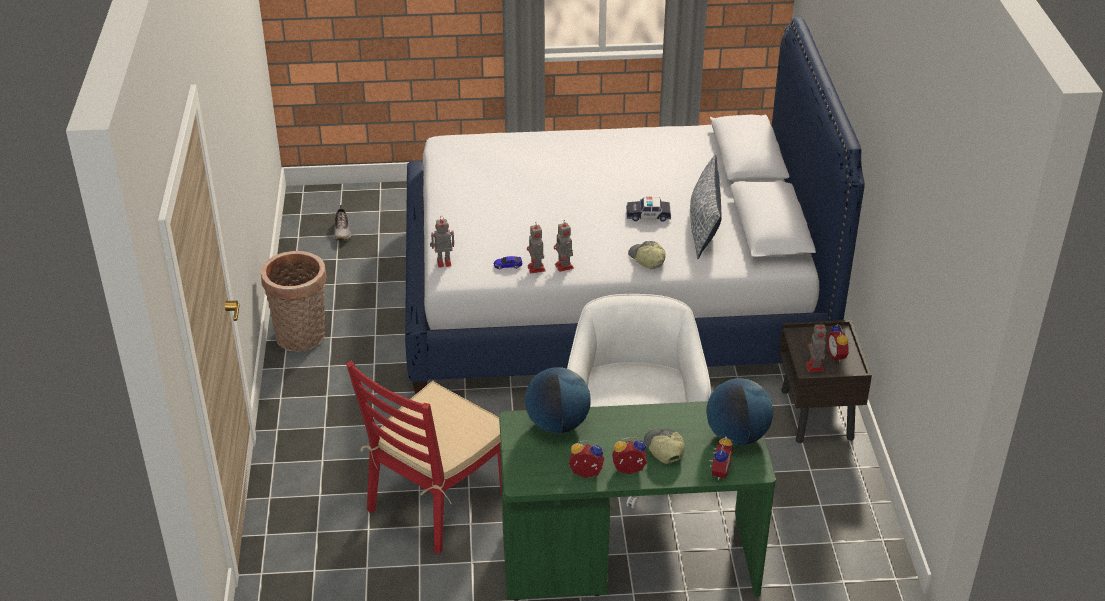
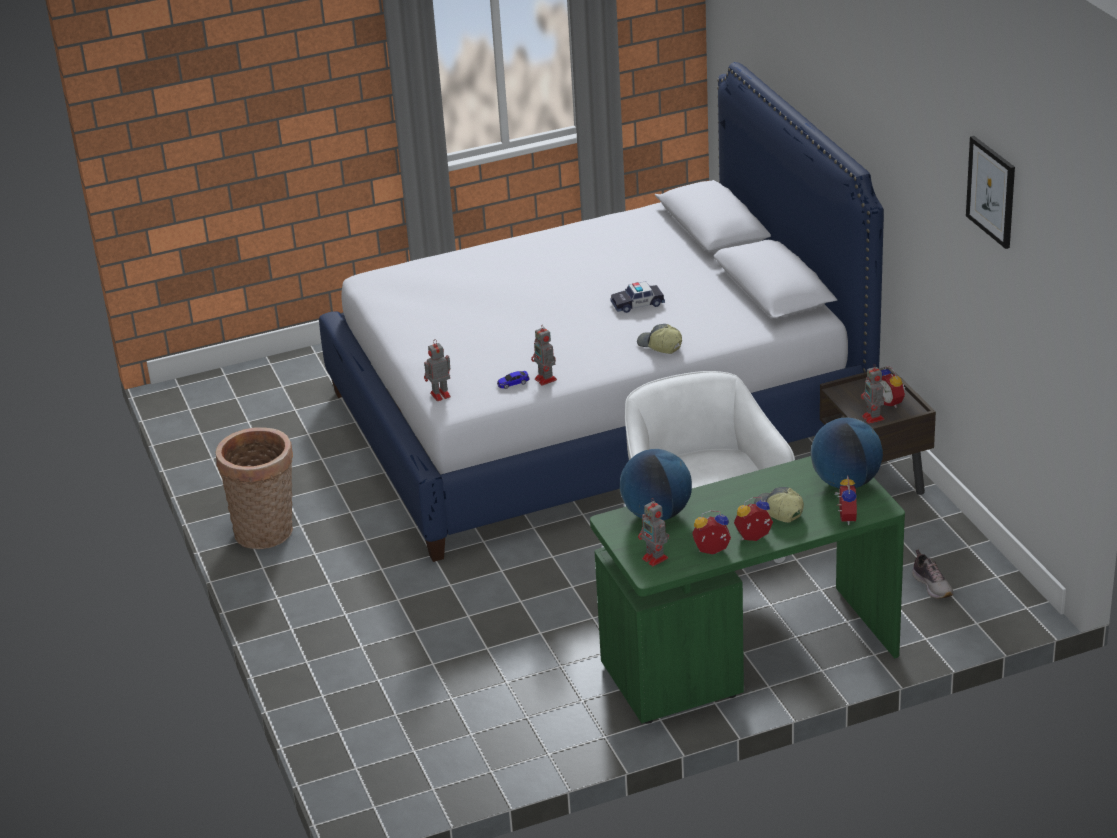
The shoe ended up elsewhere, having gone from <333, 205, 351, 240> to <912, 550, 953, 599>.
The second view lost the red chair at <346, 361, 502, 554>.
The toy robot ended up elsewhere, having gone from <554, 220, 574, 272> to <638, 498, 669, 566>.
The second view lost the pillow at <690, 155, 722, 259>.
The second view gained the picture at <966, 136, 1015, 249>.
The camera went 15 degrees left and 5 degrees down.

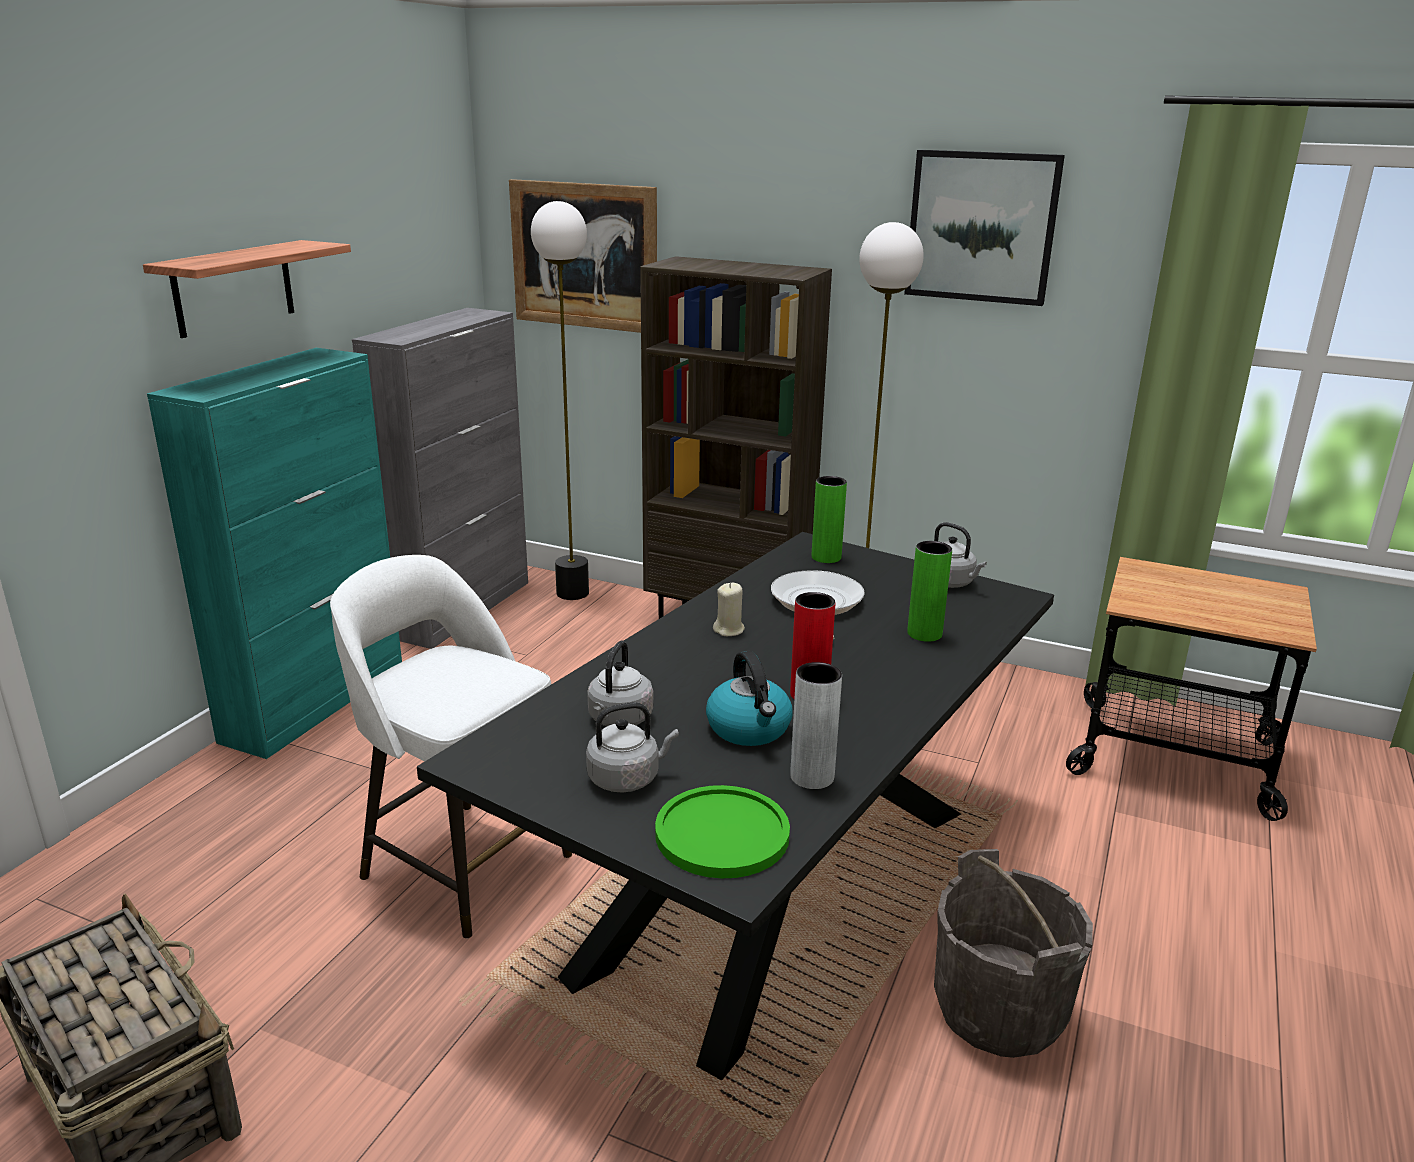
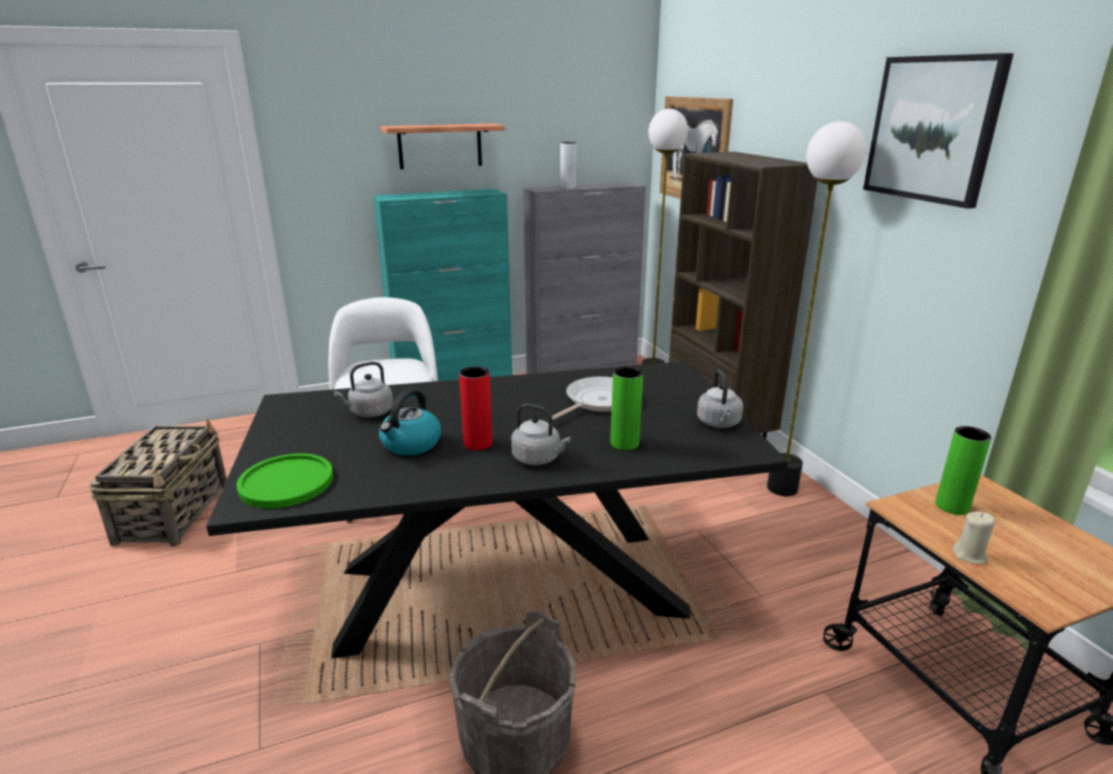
The grey kettle ended up elsewhere, having gone from <586, 702, 679, 792> to <511, 404, 570, 465>.
The beige candle ended up elsewhere, having gone from <713, 583, 745, 636> to <952, 511, 995, 564>.
The grey vase ended up elsewhere, having gone from <790, 662, 842, 789> to <560, 142, 577, 189>.
The green vase ended up elsewhere, having gone from <812, 476, 847, 563> to <935, 426, 991, 515>.
The camera went 45 degrees right and 0 degrees up.

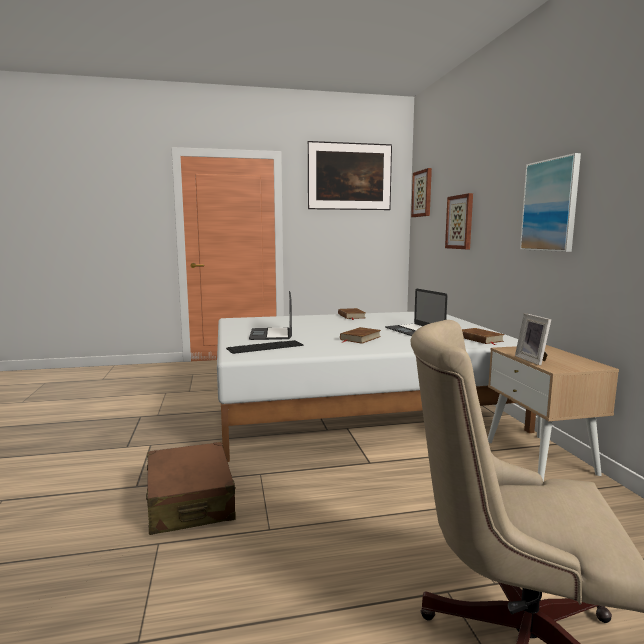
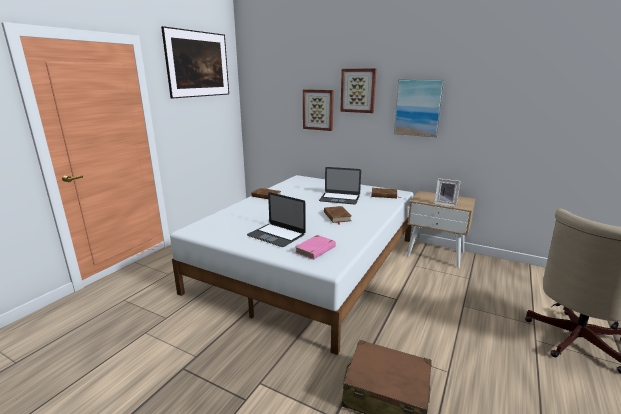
Where the keyboard stood at <226, 340, 304, 354>, the pink book came to stand at <295, 235, 336, 260>.
The picture ended up elsewhere, having gone from <411, 168, 432, 217> to <340, 69, 376, 113>.
The camera went 50 degrees left and 10 degrees up.

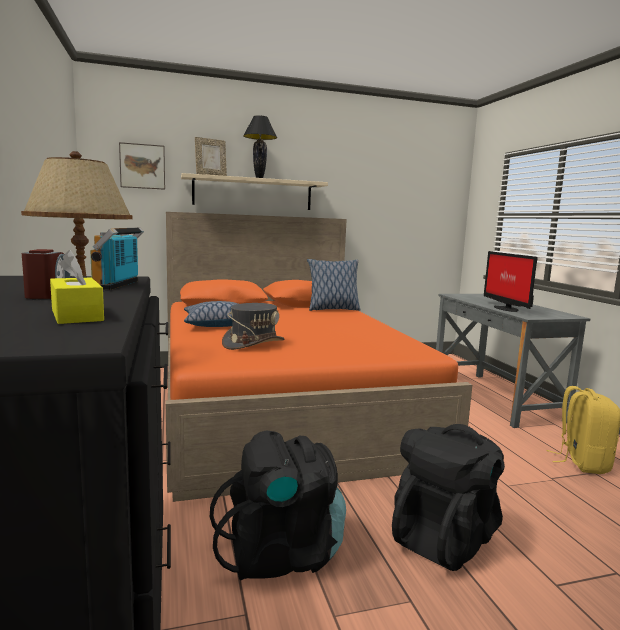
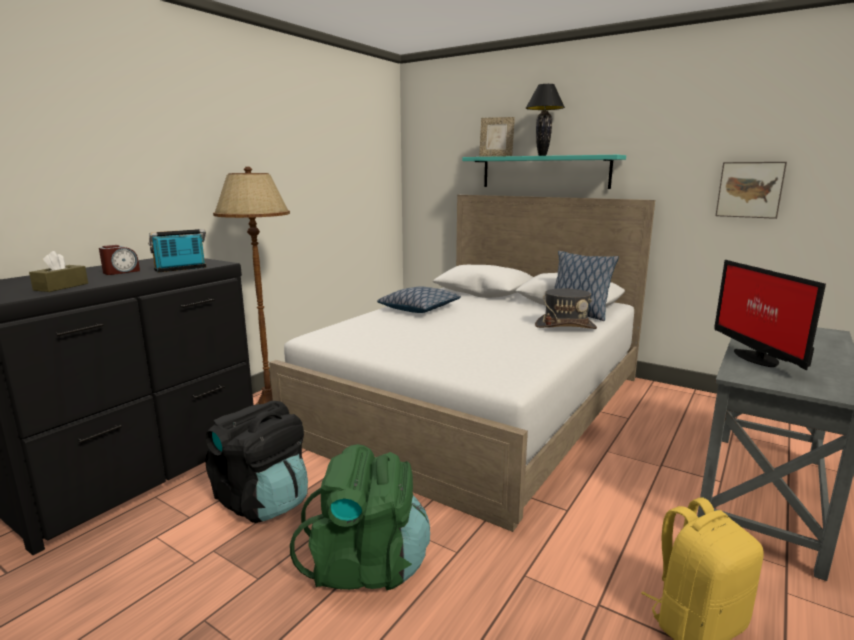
What was the yellow tissue box at <50, 250, 104, 324> turned into the brown tissue box at <29, 251, 88, 292>.
The picture ended up elsewhere, having gone from <119, 142, 165, 190> to <716, 162, 787, 219>.
What was the orange bed at <166, 212, 472, 502> turned into the white bed at <269, 195, 655, 532>.
What was the beige shelf at <181, 173, 328, 210> turned into the turquoise shelf at <462, 155, 626, 189>.
The grey hat ended up elsewhere, having gone from <222, 303, 285, 350> to <535, 288, 597, 329>.
What was the black backpack at <392, 424, 505, 571> turned into the green backpack at <290, 444, 430, 590>.
The monitor at <484, 251, 538, 312> ended up facing another way, 45 degrees counterclockwise from before.
The camera went 50 degrees right and 5 degrees up.

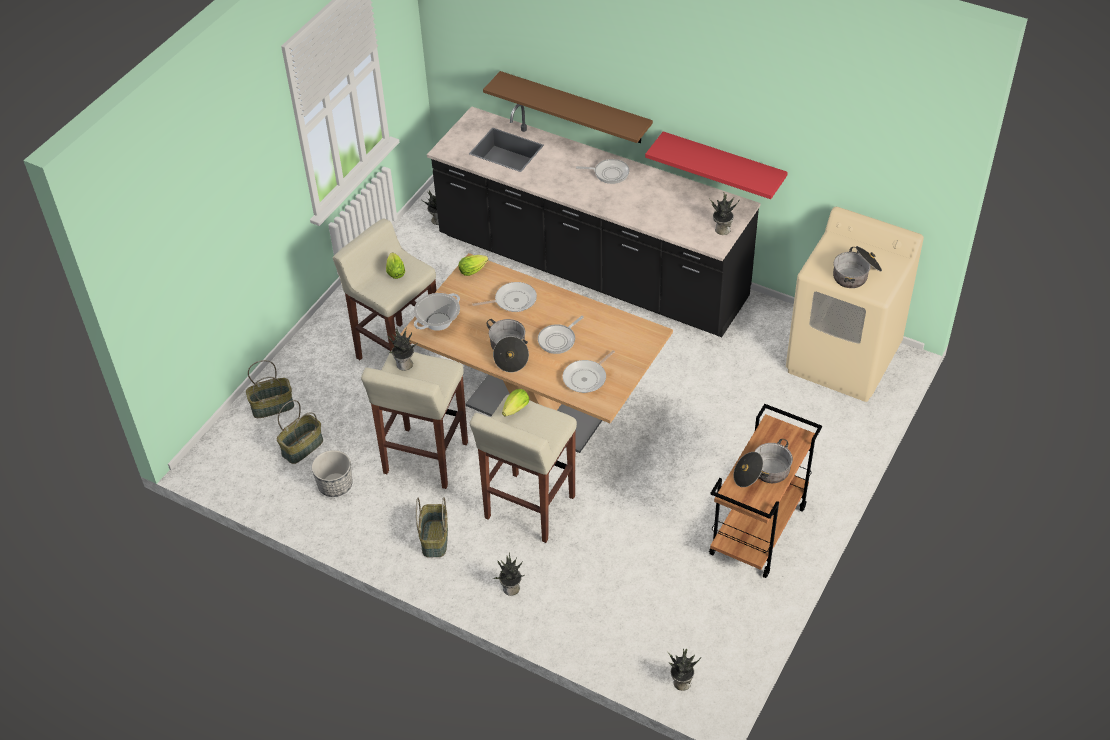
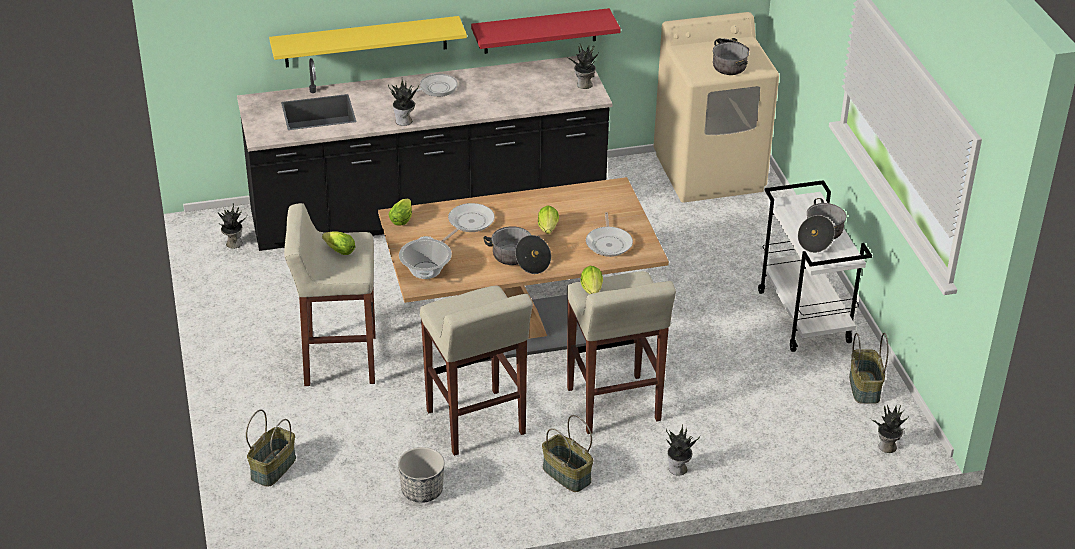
The basket ended up elsewhere, having gone from <277, 400, 323, 464> to <849, 333, 888, 404>.
The potted plant ended up elsewhere, having gone from <388, 327, 417, 371> to <388, 80, 419, 126>.
What was the brown shelf at <483, 71, 653, 143> turned into the yellow shelf at <269, 16, 467, 68>.
Where the frying pan stood at <538, 316, 584, 354>, the lettuce came to stand at <538, 205, 559, 234>.
What was the brown cart at <709, 404, 822, 578> turned into the white cart at <758, 180, 872, 352>.
The camera went 45 degrees left and 10 degrees down.

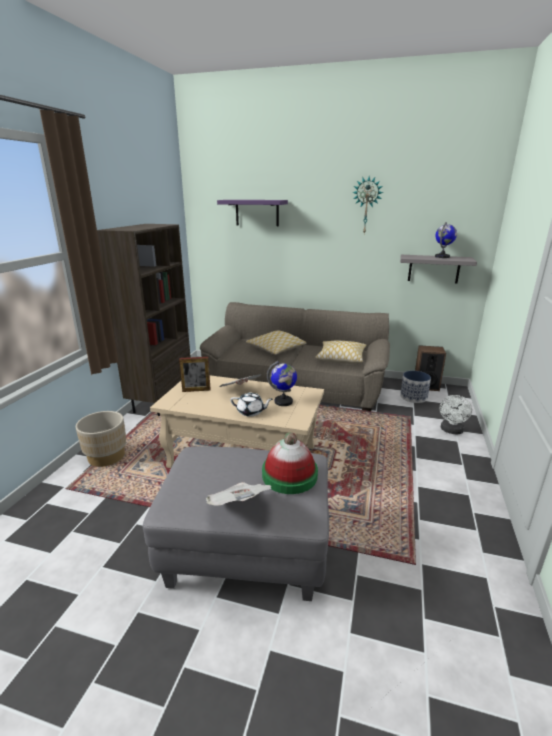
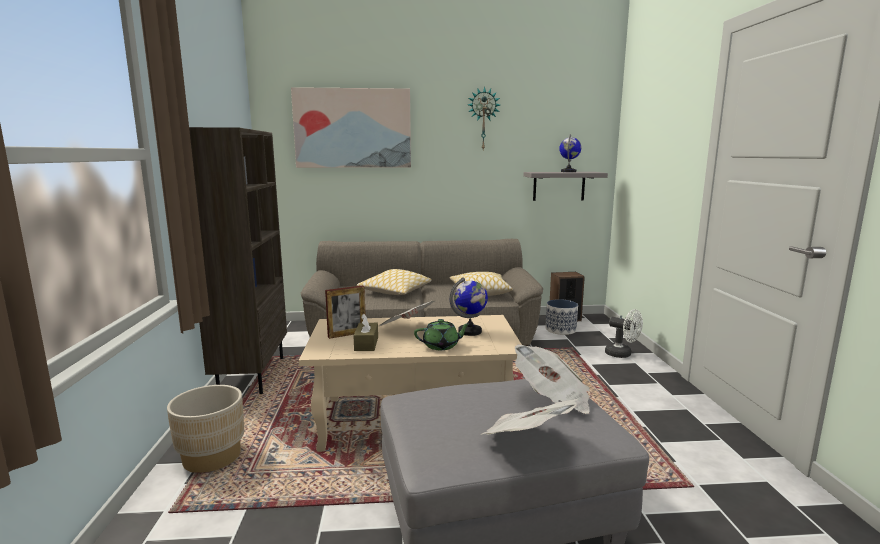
Where the purple shelf hung at <217, 200, 288, 226>, the picture came to hang at <291, 87, 411, 168>.
What was the white teapot at <230, 392, 273, 417> turned into the green teapot at <414, 319, 471, 350>.
Where the hat stood at <262, 432, 318, 494>, the newspaper came to stand at <515, 344, 590, 414>.
The white fan at <440, 395, 472, 435> ended up facing another way, 60 degrees counterclockwise from before.
The second view gained the brown tissue box at <353, 314, 378, 351>.
The camera went 20 degrees left and 10 degrees down.

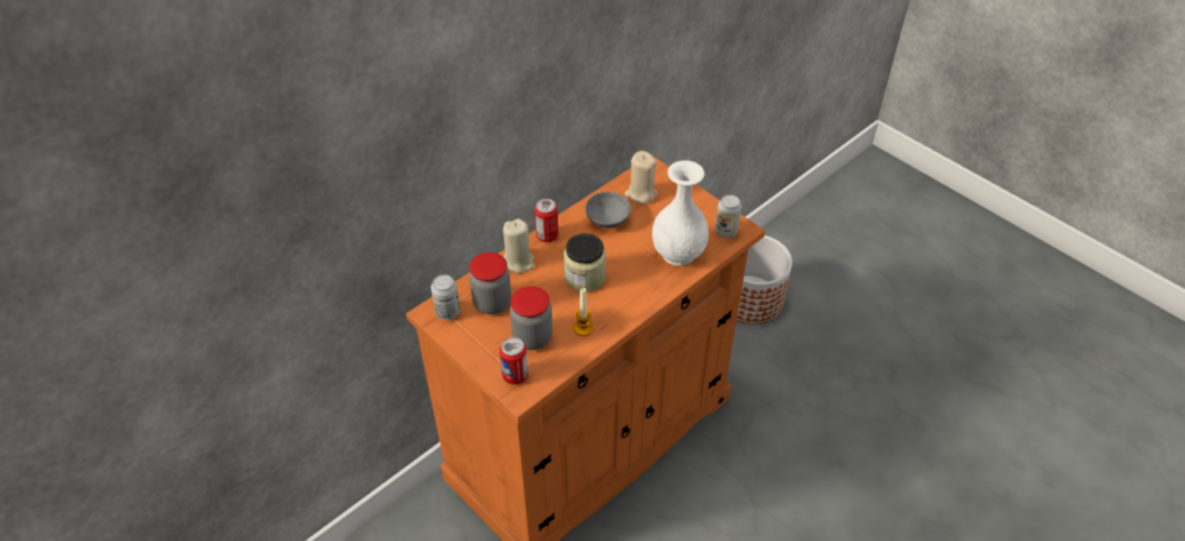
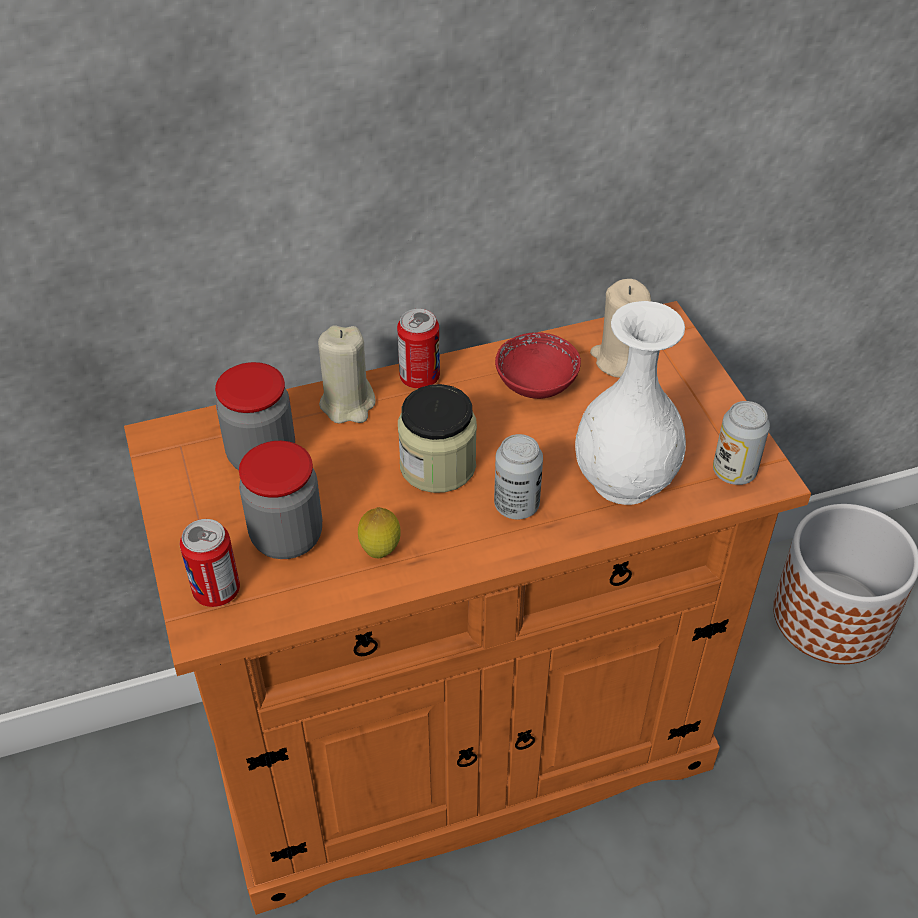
The can ended up elsewhere, having gone from <431, 275, 460, 320> to <494, 434, 543, 519>.
Where the candle stood at <573, 288, 594, 336>, the lemon came to stand at <358, 507, 401, 558>.
What was the grey bowl at <585, 192, 631, 228> turned into the red bowl at <495, 332, 581, 399>.
The camera went 25 degrees right and 0 degrees up.

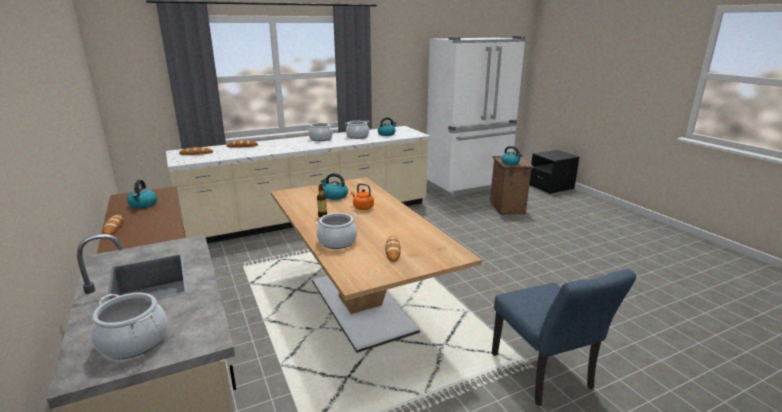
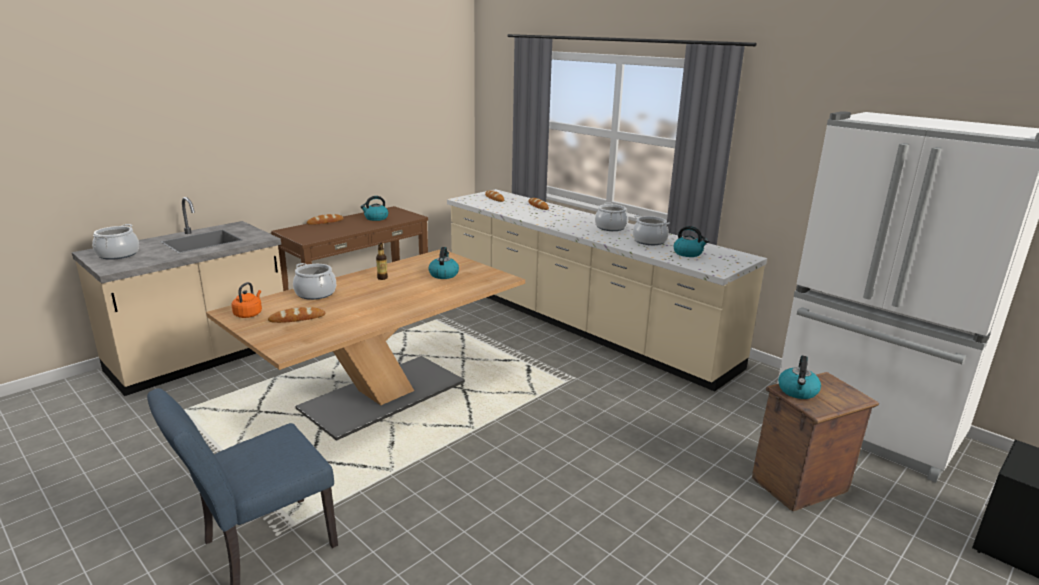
The orange kettle ended up elsewhere, having gone from <351, 183, 374, 210> to <232, 282, 262, 318>.
The camera went 70 degrees right and 0 degrees up.

